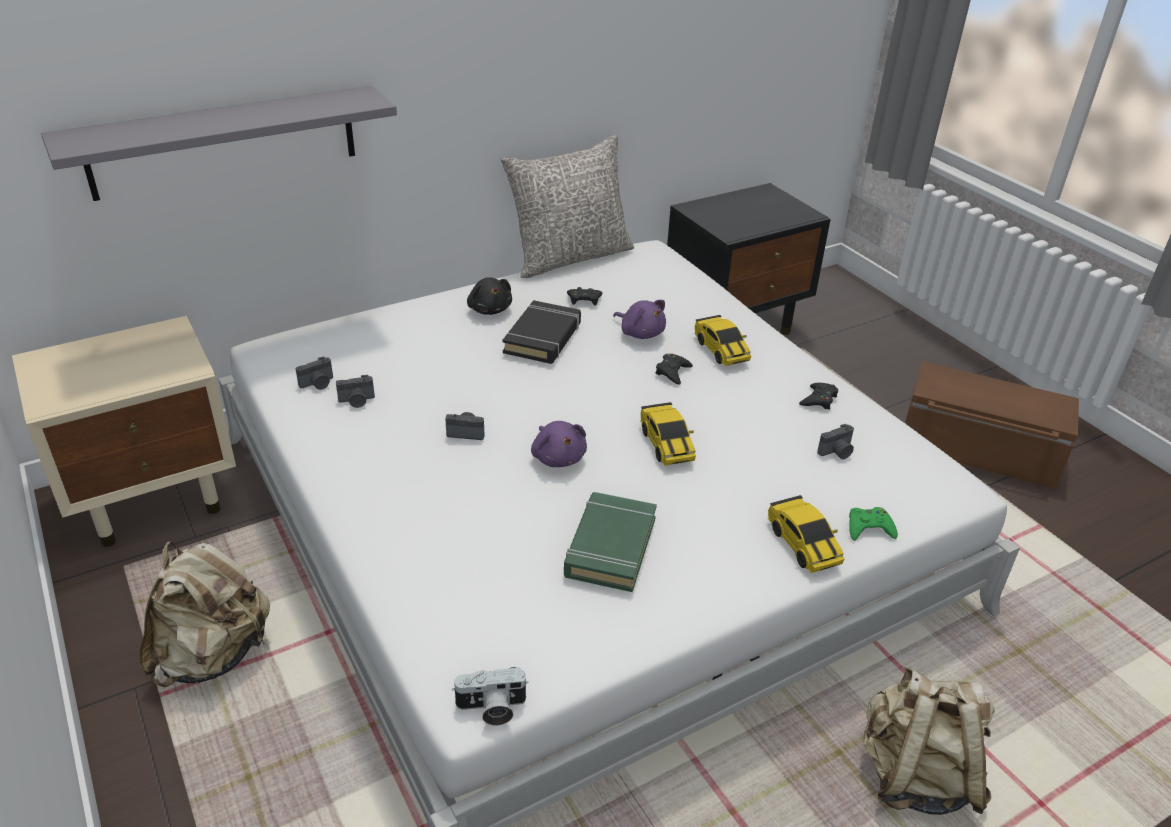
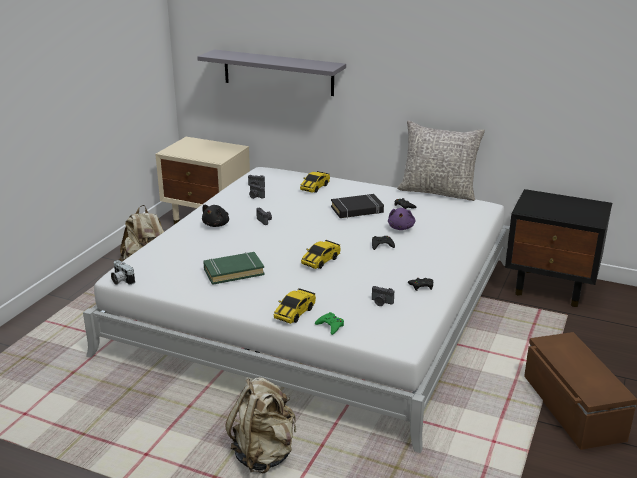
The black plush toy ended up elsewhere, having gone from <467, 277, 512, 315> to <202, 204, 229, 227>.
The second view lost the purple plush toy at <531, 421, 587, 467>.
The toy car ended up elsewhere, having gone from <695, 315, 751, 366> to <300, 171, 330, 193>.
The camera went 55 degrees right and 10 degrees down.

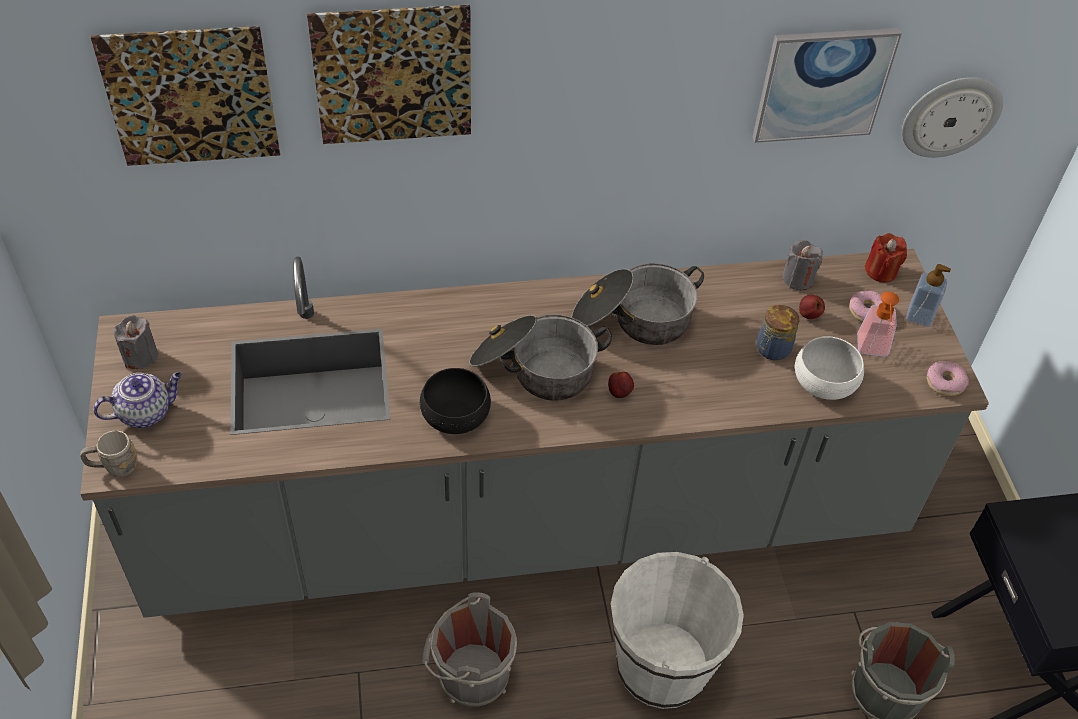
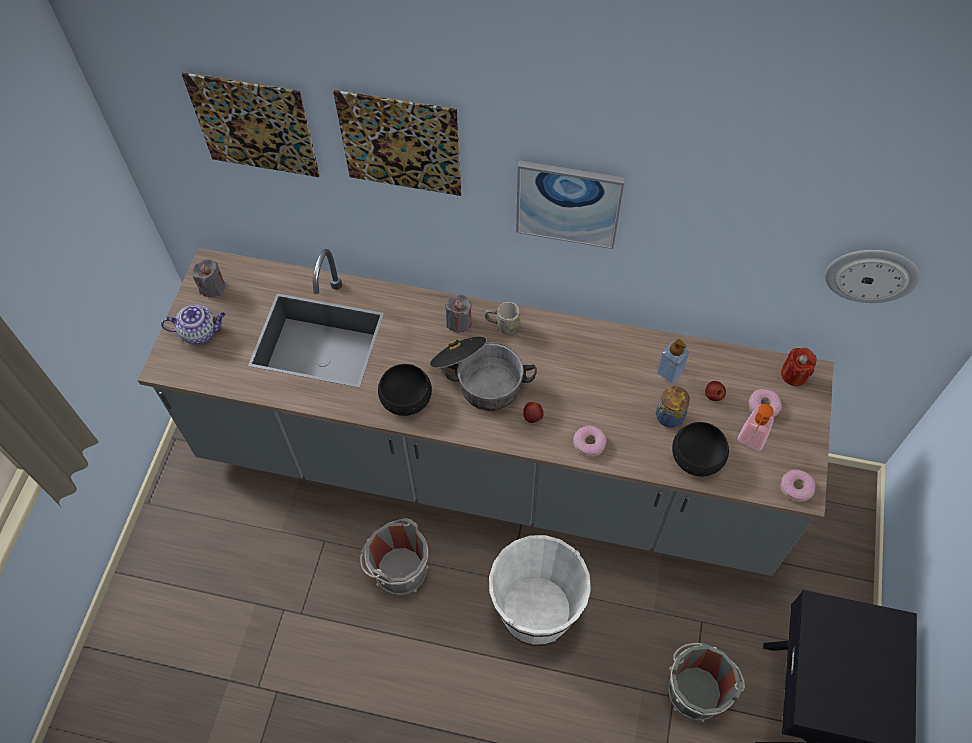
The grey mug ended up elsewhere, having gone from <80, 430, 137, 477> to <485, 302, 521, 334>.
The second view lost the cooking pot at <572, 263, 704, 345>.
The picture ended up elsewhere, having gone from <753, 28, 902, 143> to <516, 160, 625, 249>.
The grey candle ended up elsewhere, having gone from <782, 240, 823, 290> to <445, 293, 472, 332>.
What was the white bowl at <795, 336, 864, 400> turned into the black bowl at <672, 422, 729, 476>.
The soap dispenser ended up elsewhere, having gone from <906, 264, 951, 327> to <657, 339, 689, 383>.
The second view gained the donut at <573, 425, 607, 457>.
The camera went 25 degrees right and 10 degrees up.

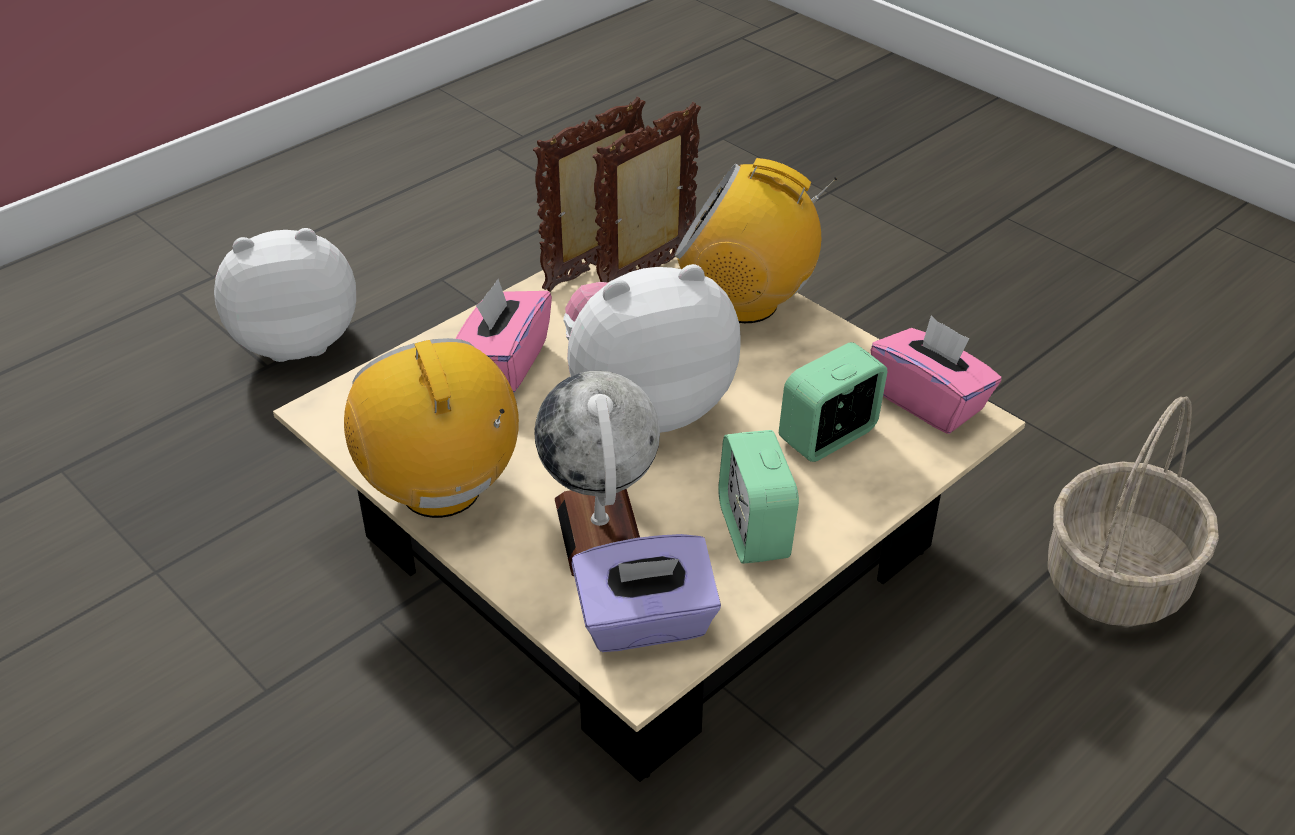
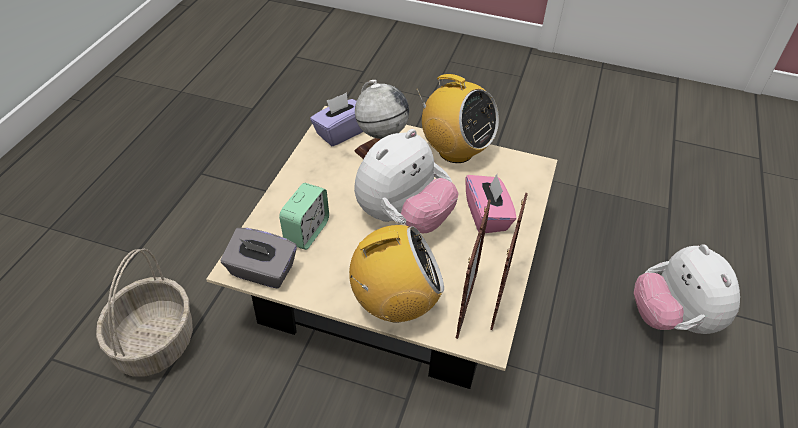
The plush toy at <214, 228, 356, 362> ended up facing another way, 120 degrees clockwise from before.
The second view lost the alarm clock at <718, 430, 799, 564>.
What was the pink tissue box at <870, 316, 1001, 434> turned into the grey tissue box at <220, 228, 297, 289>.
The camera went 150 degrees right and 5 degrees up.

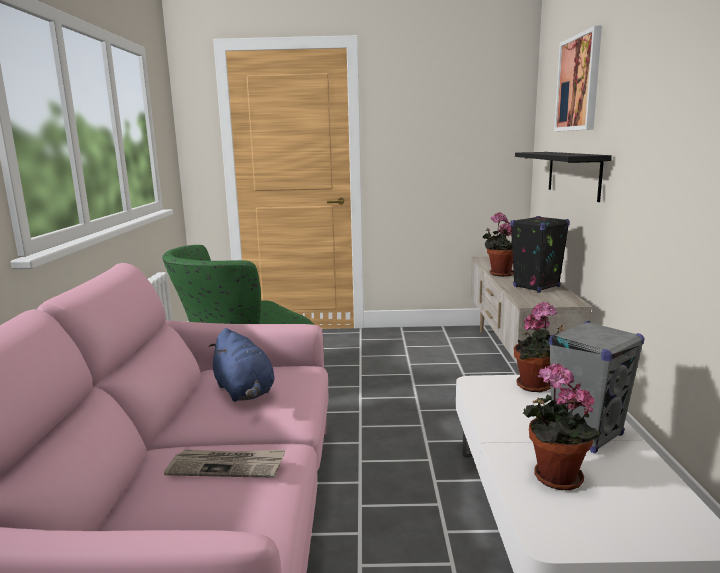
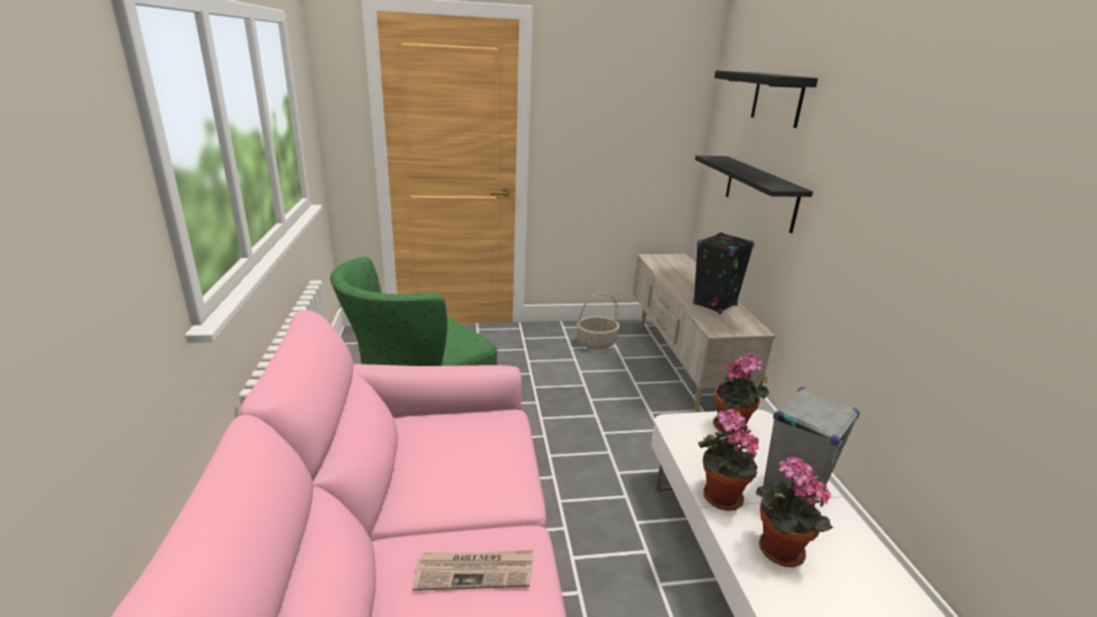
The second view lost the blue plush toy at <209, 328, 274, 402>.
The potted plant ended up elsewhere, having gone from <483, 212, 514, 277> to <698, 409, 759, 511>.
Where the picture hung at <554, 26, 602, 131>, the black shelf came to hang at <714, 70, 818, 128>.
The second view gained the basket at <577, 292, 620, 349>.
The camera went 10 degrees left and 10 degrees up.

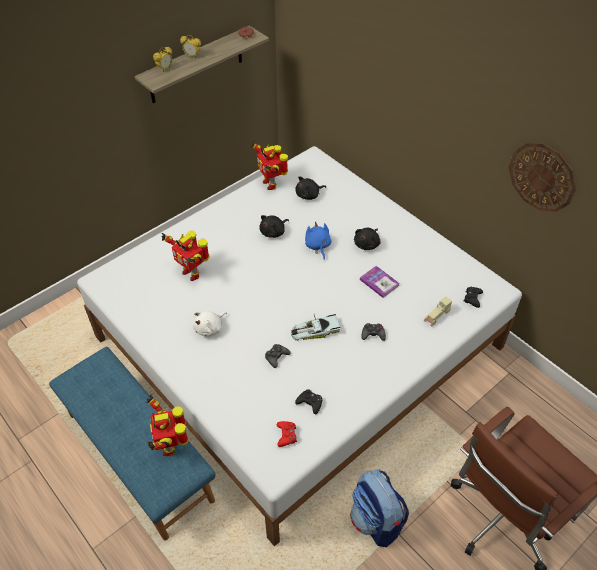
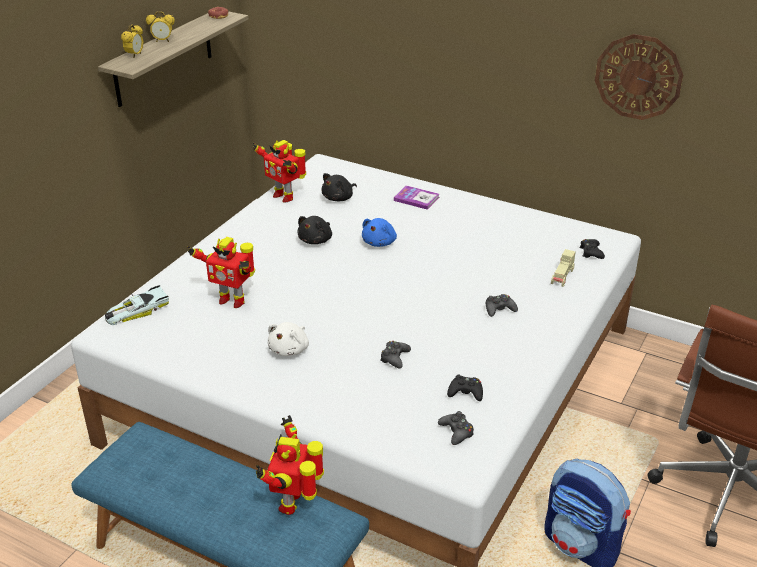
The toy robot at <146, 395, 189, 456> ended up facing another way, 45 degrees clockwise from before.
What was the red game controller at <277, 421, 297, 447> turned into the black game controller at <438, 411, 474, 445>.
The toy car ended up elsewhere, having gone from <291, 314, 340, 341> to <105, 285, 169, 325>.
The blue plush toy at <305, 222, 332, 260> ended up facing another way, 120 degrees counterclockwise from before.
The second view lost the black plush toy at <354, 228, 381, 250>.
The book ended up elsewhere, having gone from <360, 266, 400, 298> to <394, 185, 439, 210>.
The camera went 20 degrees left and 15 degrees down.

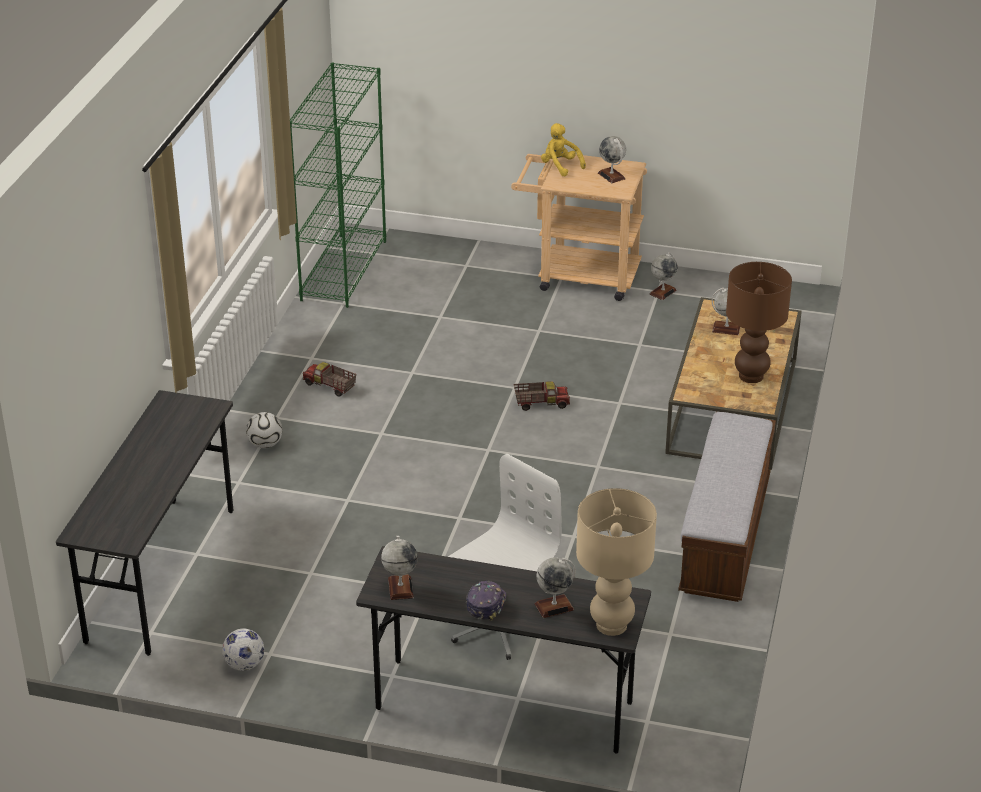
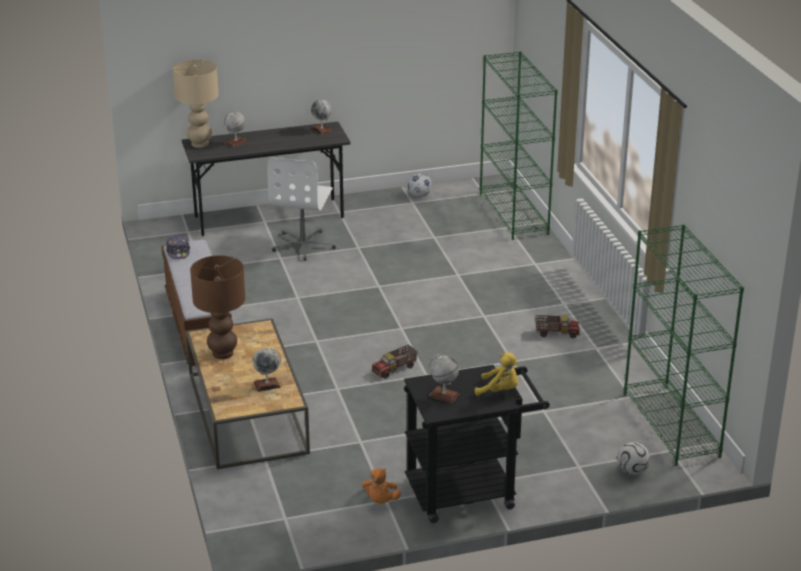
Where the grey desk stood at <56, 390, 233, 656>, the green bookcase came to stand at <480, 51, 558, 240>.
The football ended up elsewhere, having gone from <246, 412, 282, 448> to <617, 442, 650, 475>.
The cap ended up elsewhere, having gone from <466, 580, 506, 621> to <166, 236, 190, 259>.
What was the beige cart at <511, 154, 647, 301> turned into the black cart at <404, 365, 550, 523>.
Where the globe stood at <649, 252, 678, 300>, the orange plush toy came to stand at <362, 468, 401, 504>.
The camera went 150 degrees right and 5 degrees down.

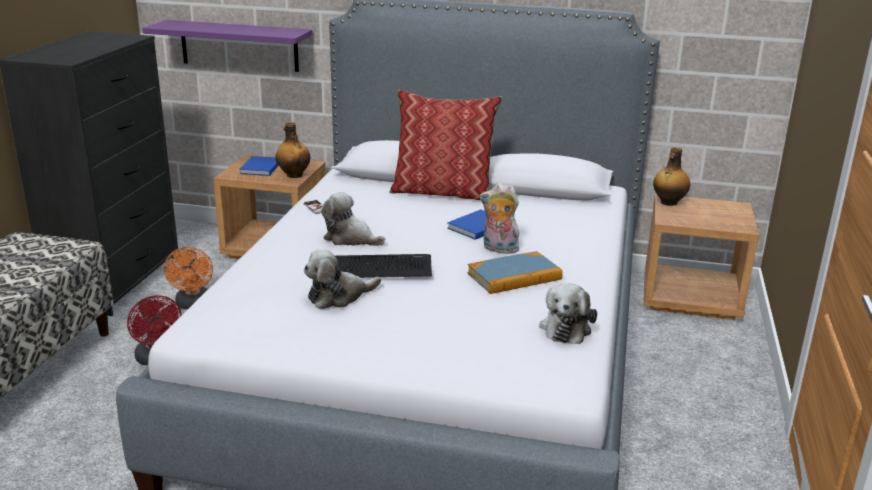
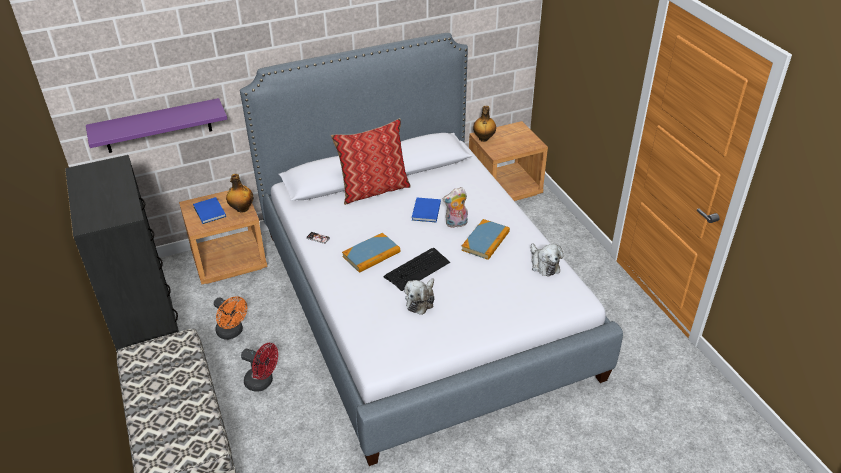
Where the plush toy stood at <321, 192, 385, 246>, the book came to stand at <342, 233, 400, 273>.
The camera went 35 degrees left and 15 degrees up.

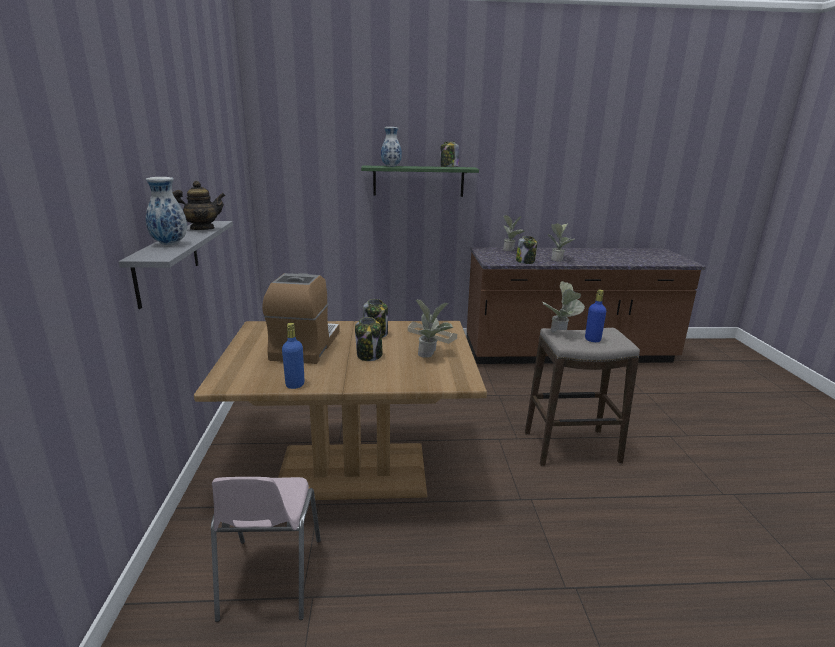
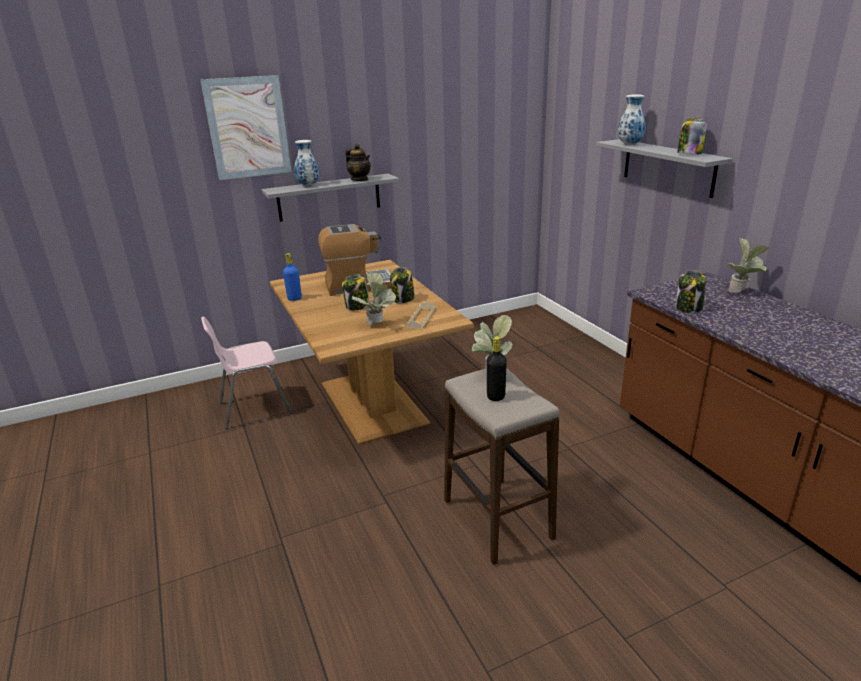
What was the green shelf at <361, 166, 479, 197> turned into the grey shelf at <596, 139, 733, 198>.
The second view lost the potted plant at <548, 223, 575, 261>.
What was the blue bottle at <585, 290, 606, 342> turned into the black bottle at <487, 336, 507, 401>.
The second view gained the picture at <200, 75, 291, 180>.
The camera went 70 degrees right and 5 degrees up.

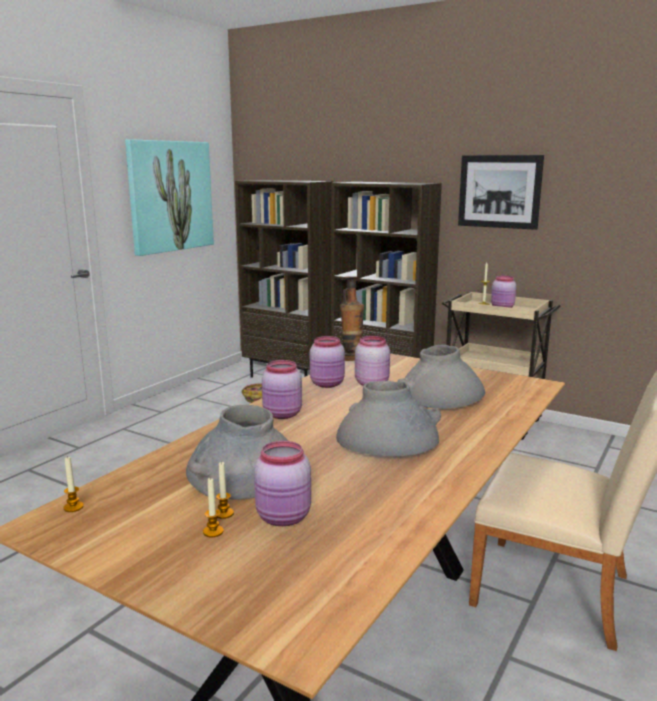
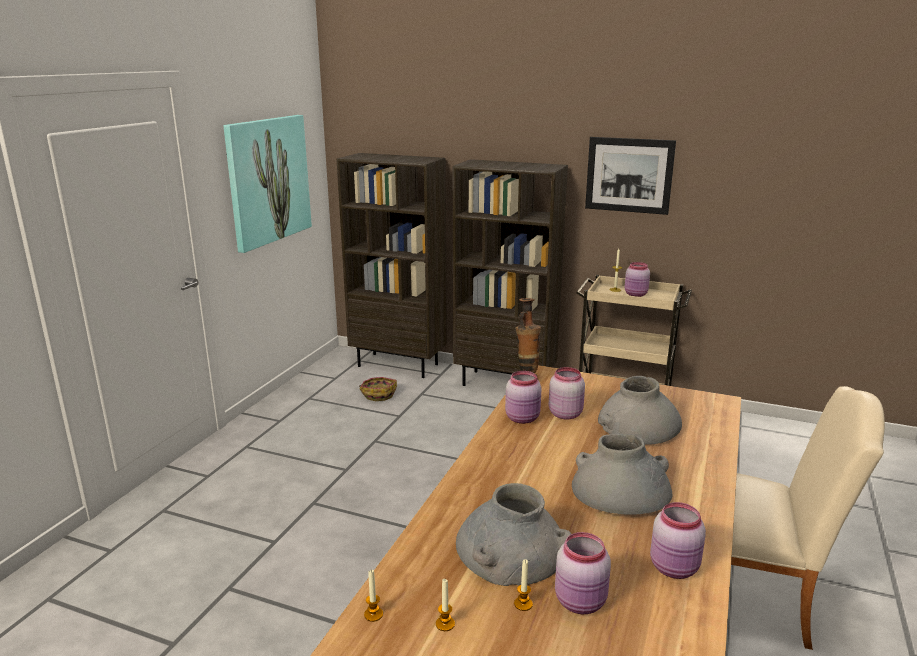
The candle ended up elsewhere, having gone from <203, 477, 224, 537> to <436, 579, 455, 631>.
The pink jar ended up elsewhere, having gone from <262, 360, 302, 419> to <650, 502, 706, 579>.
The camera went 10 degrees left and 5 degrees up.

